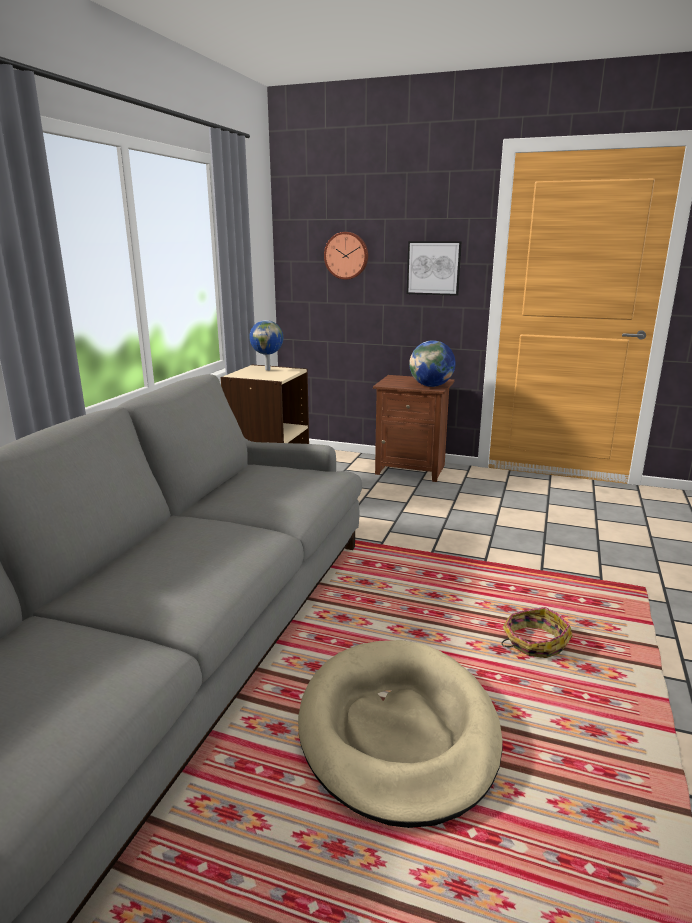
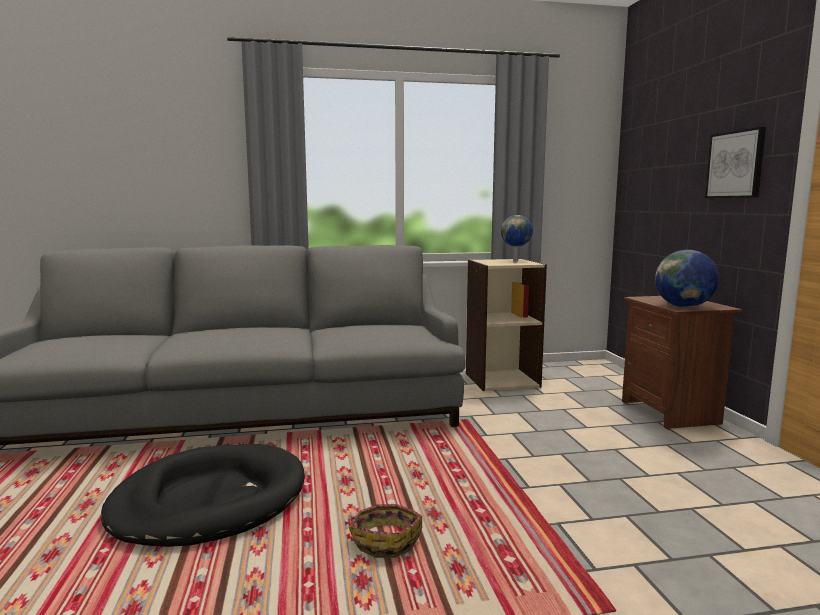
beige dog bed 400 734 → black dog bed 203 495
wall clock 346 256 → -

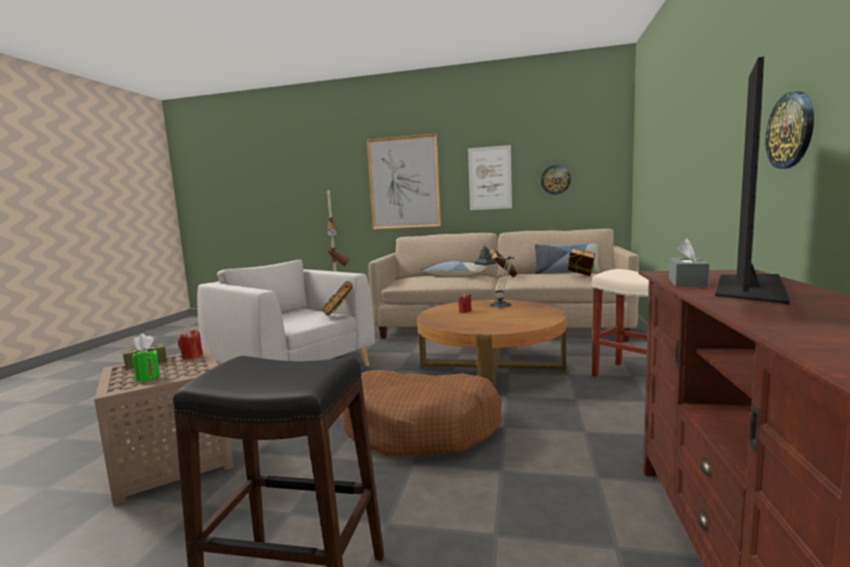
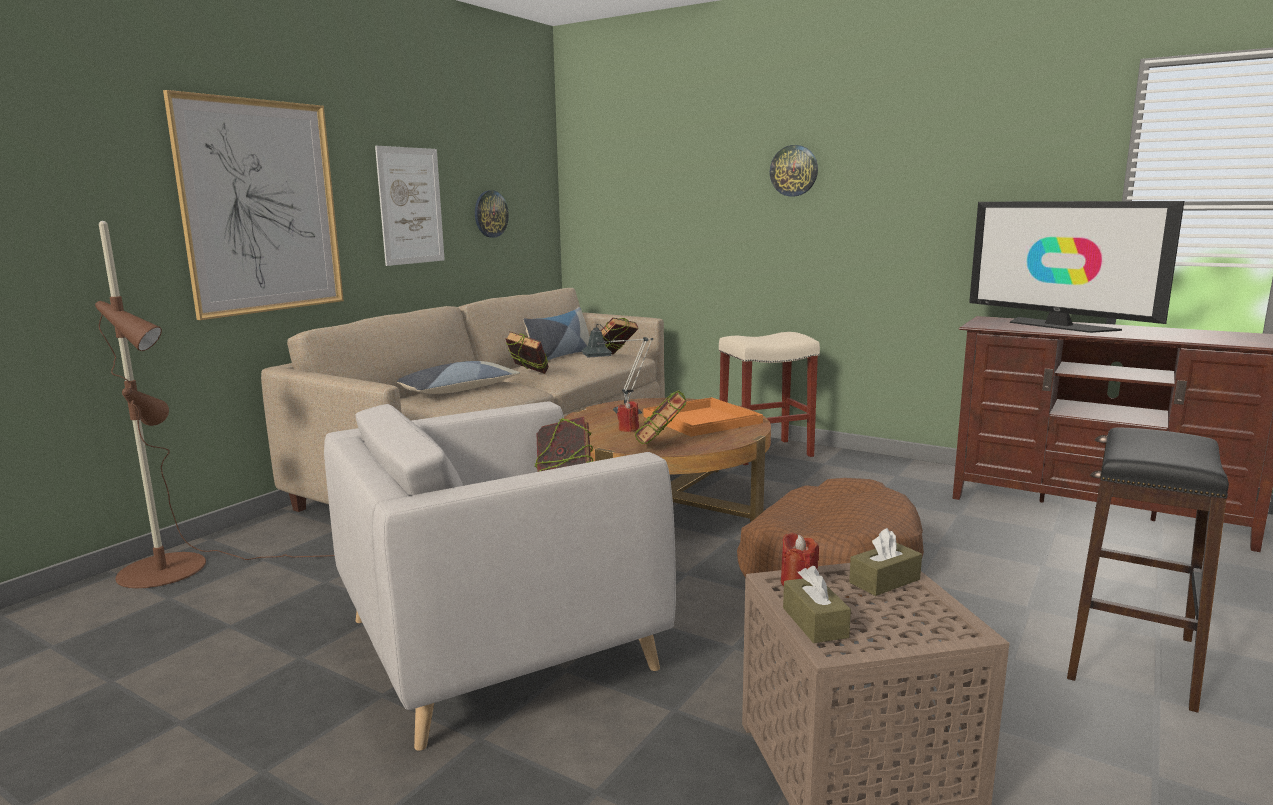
green candle 146 365 → -
grey tissue box 689 263 → -
wall clock 789 130 → wall clock 794 170, relocated
- → book 660 417
- → orange tray 703 417
- → brown tissue box 885 562

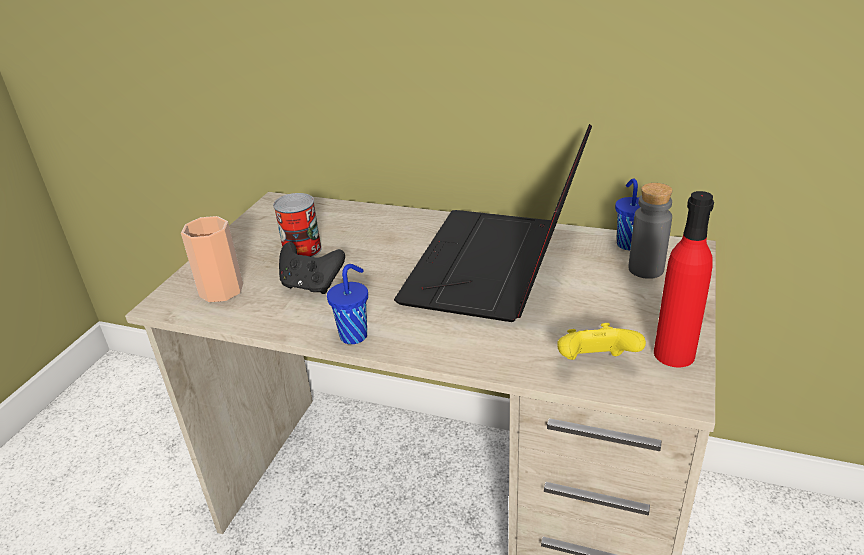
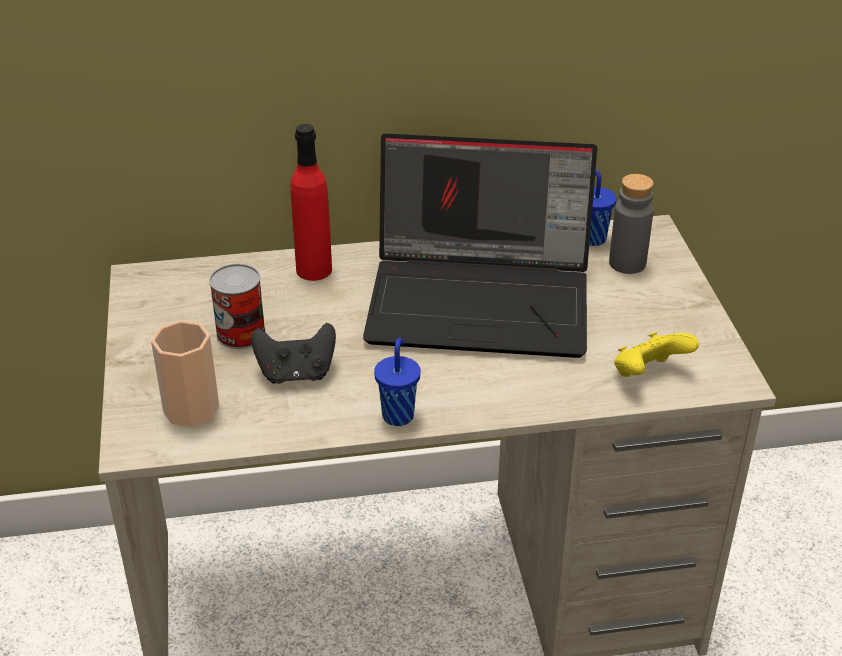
laptop 493 223 → laptop 480 246, 75 degrees counterclockwise
red bottle 684 279 → red bottle 311 202, relocated

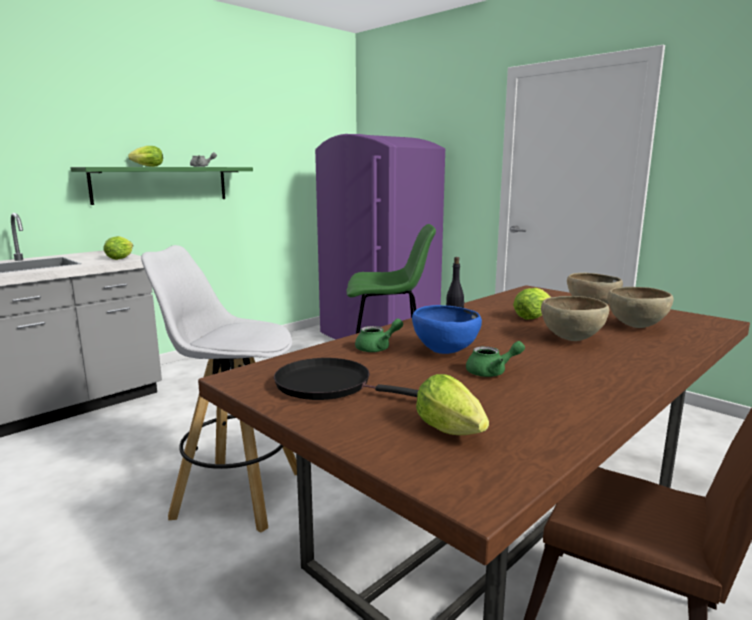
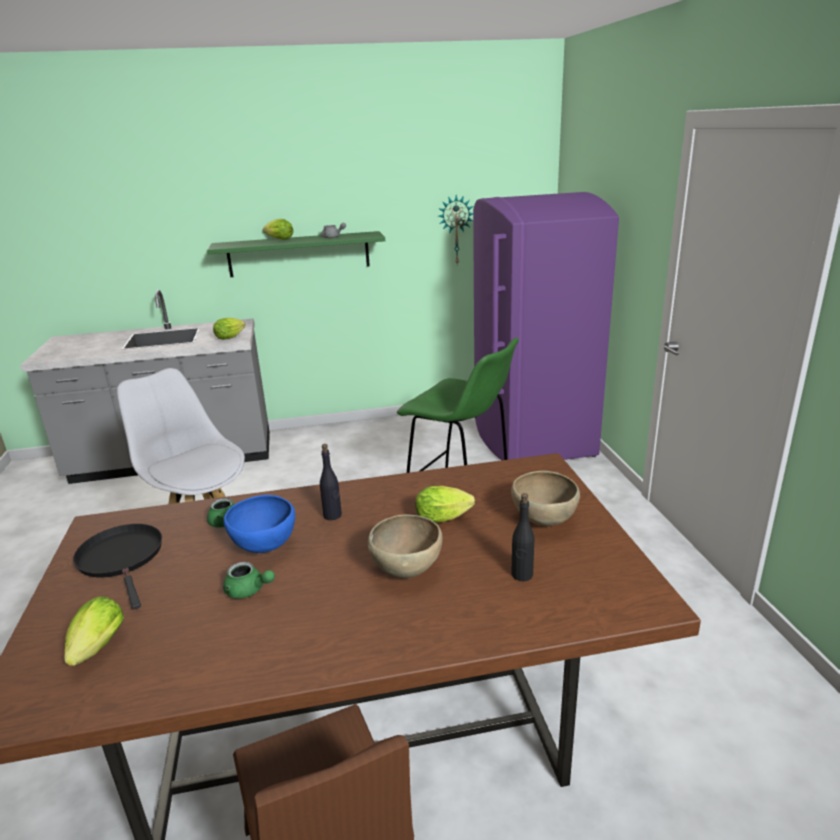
brown bowl 641 307 → black bottle 522 537
- → wall clock 455 229

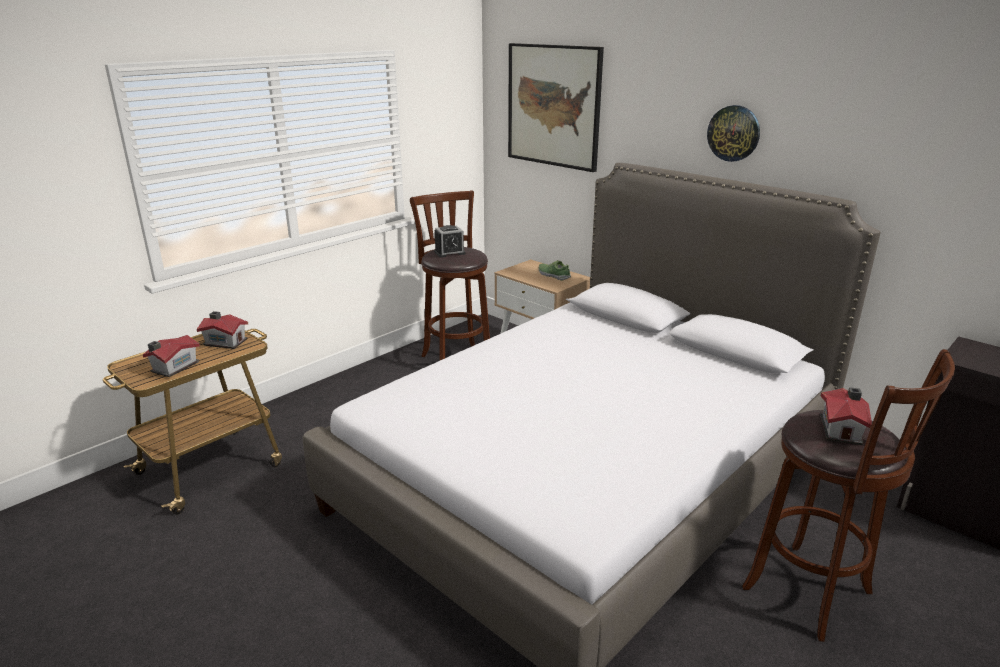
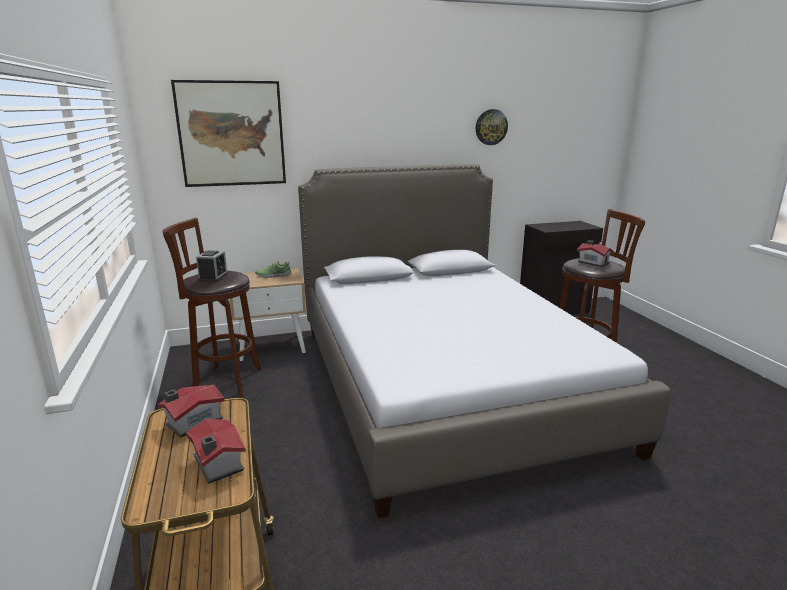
wall clock 733 133 → wall clock 492 127, relocated

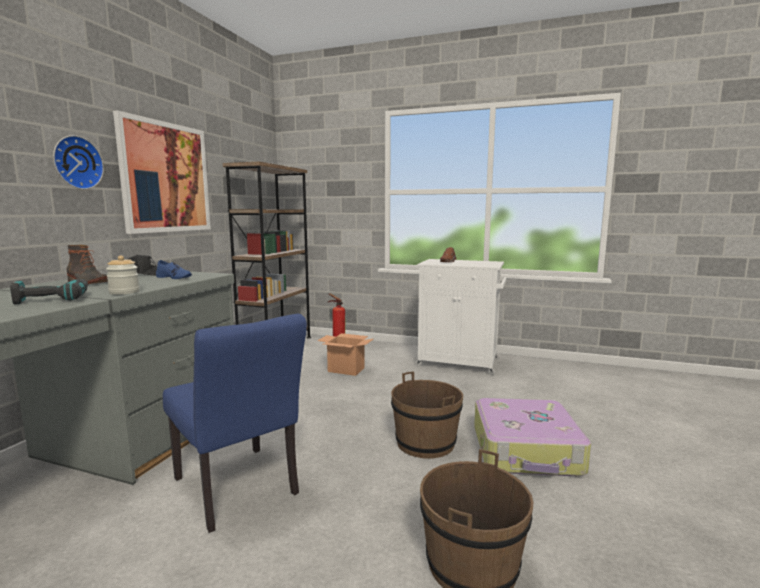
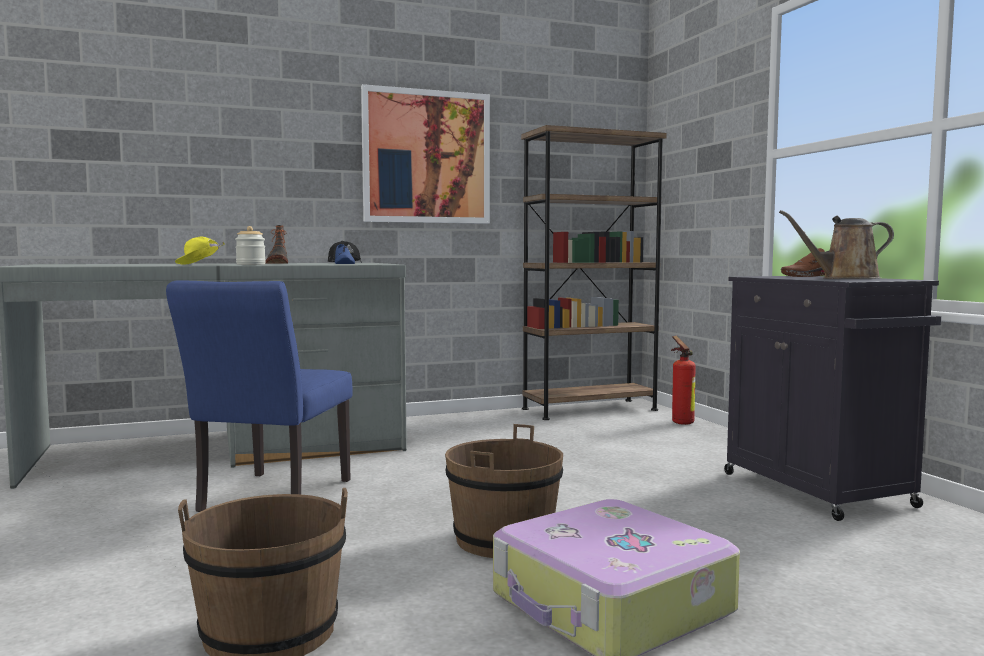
power drill 49 291 → yellow cap 200 251
wall clock 78 162 → -
cardboard box 345 354 → -
white cabinet 461 317 → black cabinet 832 398
- → brown watering can 836 244

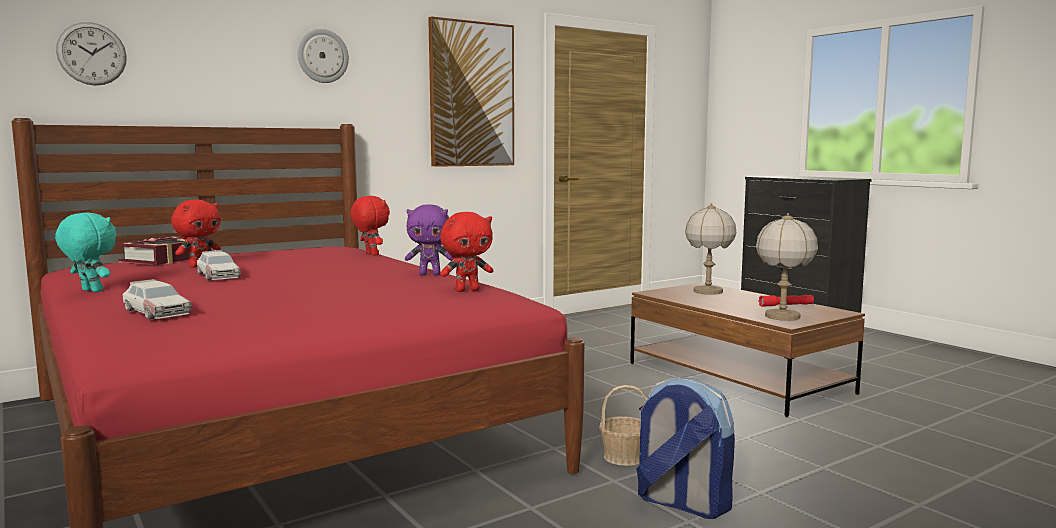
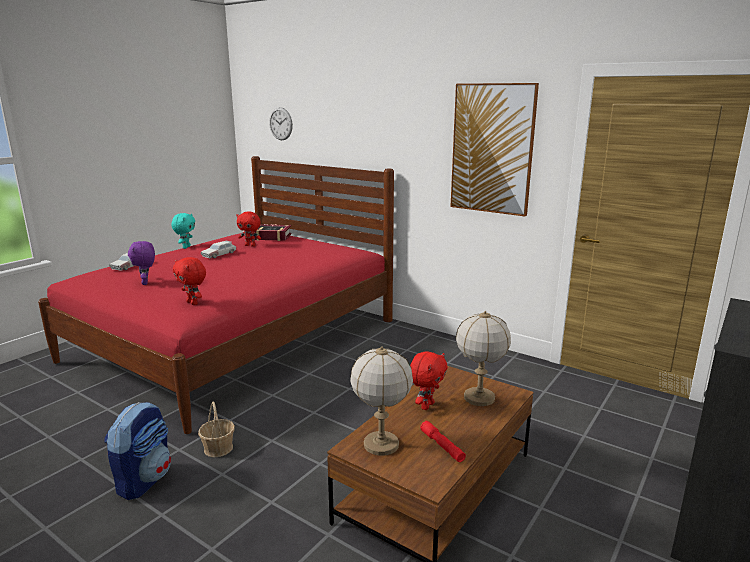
wall clock 323 56 → -
red plush toy 370 226 → red plush toy 429 380, relocated
purple plush toy 429 239 → purple plush toy 141 263, relocated

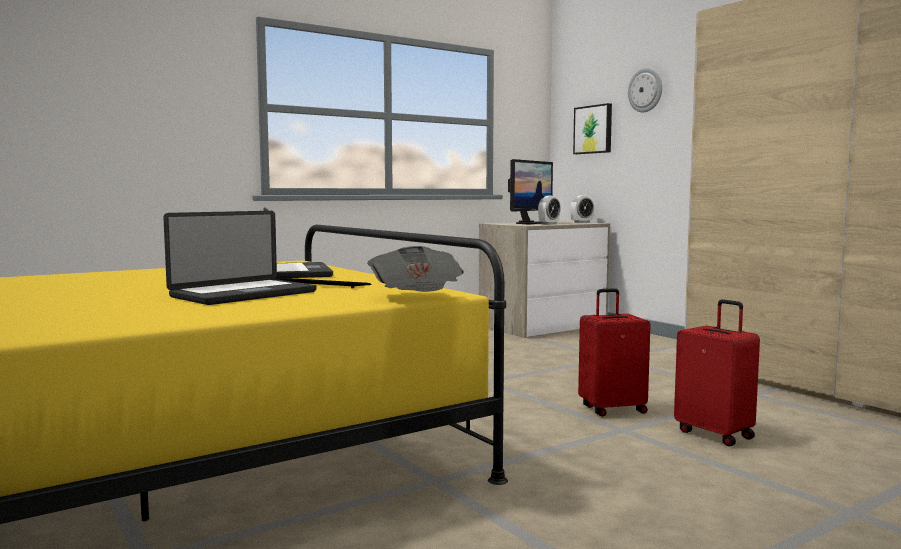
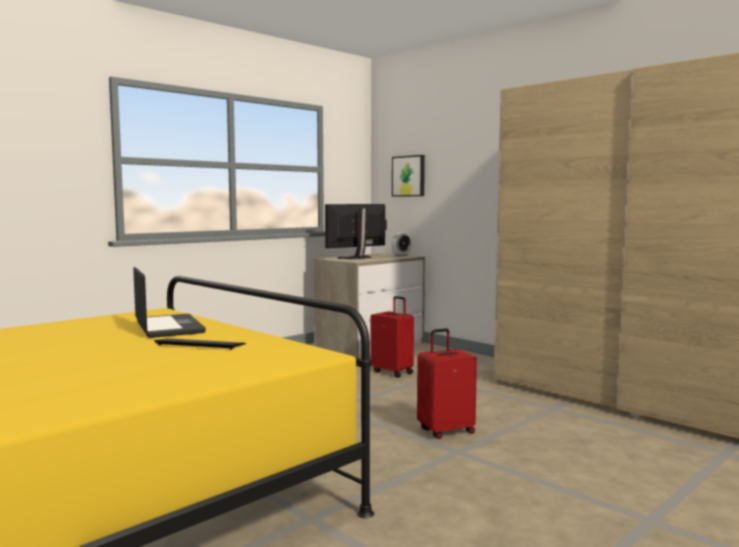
laptop 239 258 → -
newspaper 415 269 → -
monitor 530 191 → monitor 356 231, 150 degrees counterclockwise
alarm clock 549 210 → -
wall clock 645 90 → -
red suitcase 717 372 → red suitcase 392 337, relocated

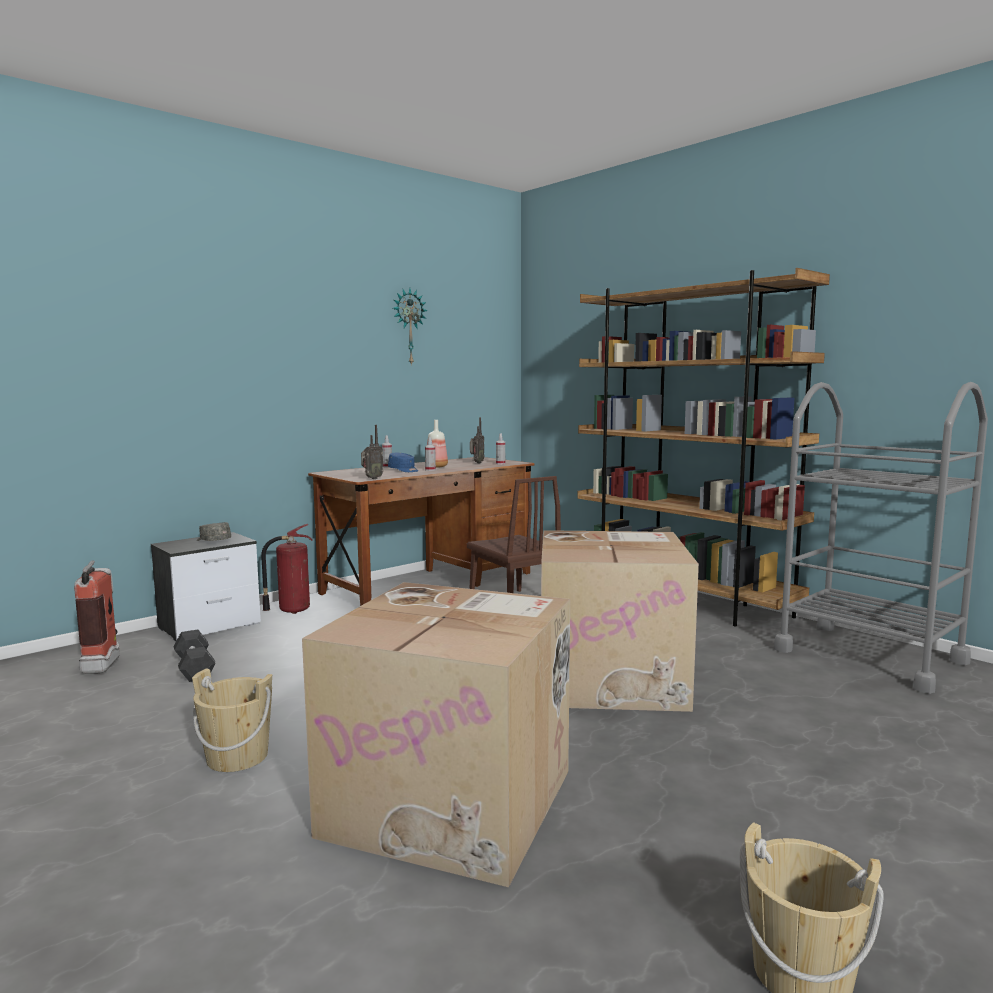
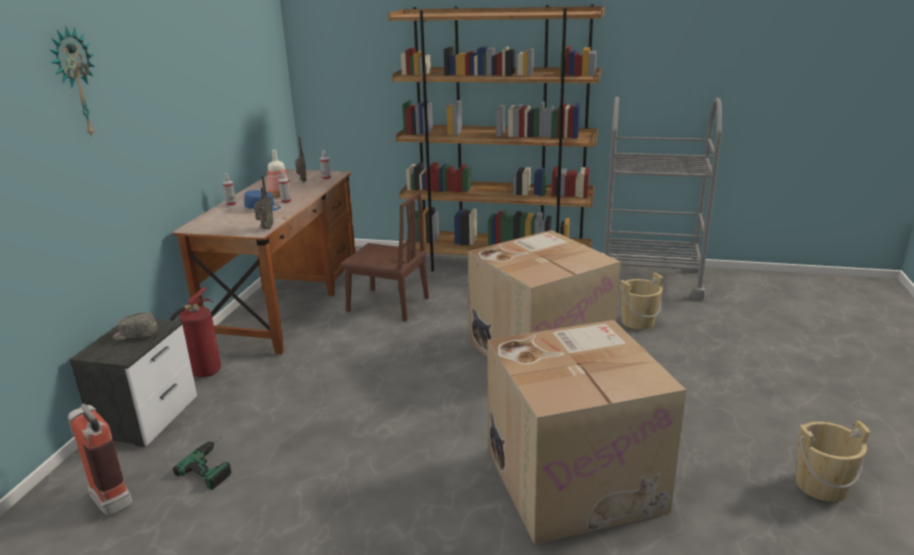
black dumbbell 195 656 → power drill 202 463
beige bucket 232 720 → beige bucket 641 301, relocated
wall clock 410 327 → wall clock 72 82, relocated

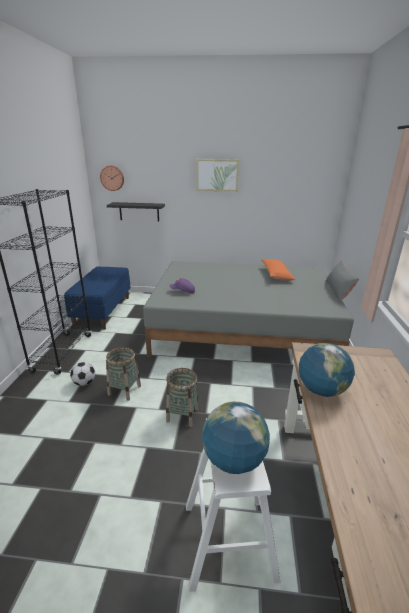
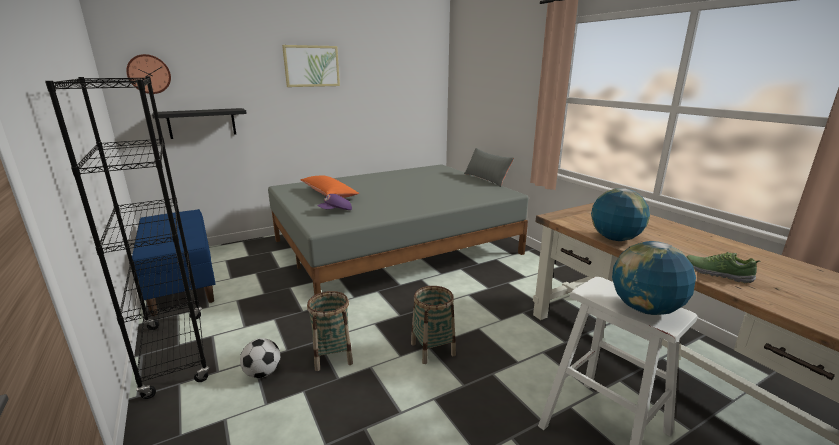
orange pillow 278 270 → orange pillow 329 187, relocated
- → shoe 724 267

